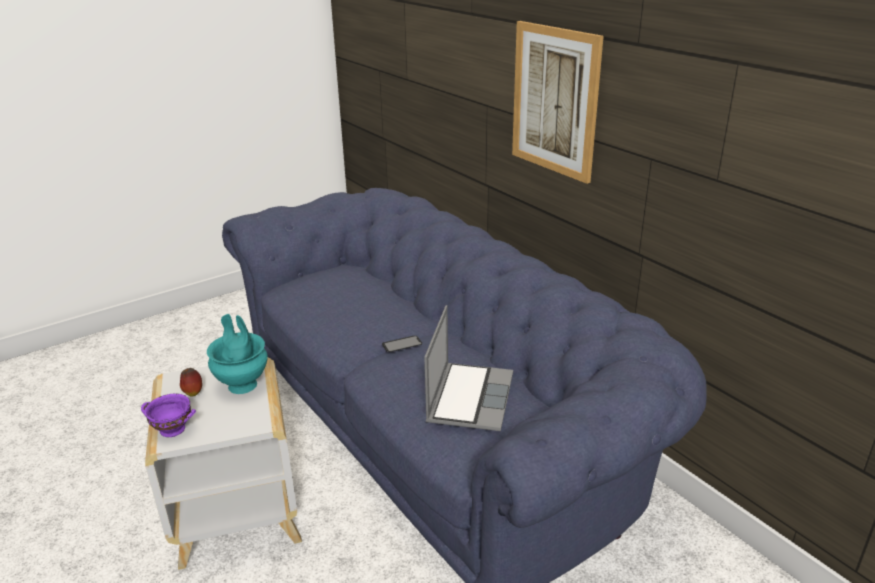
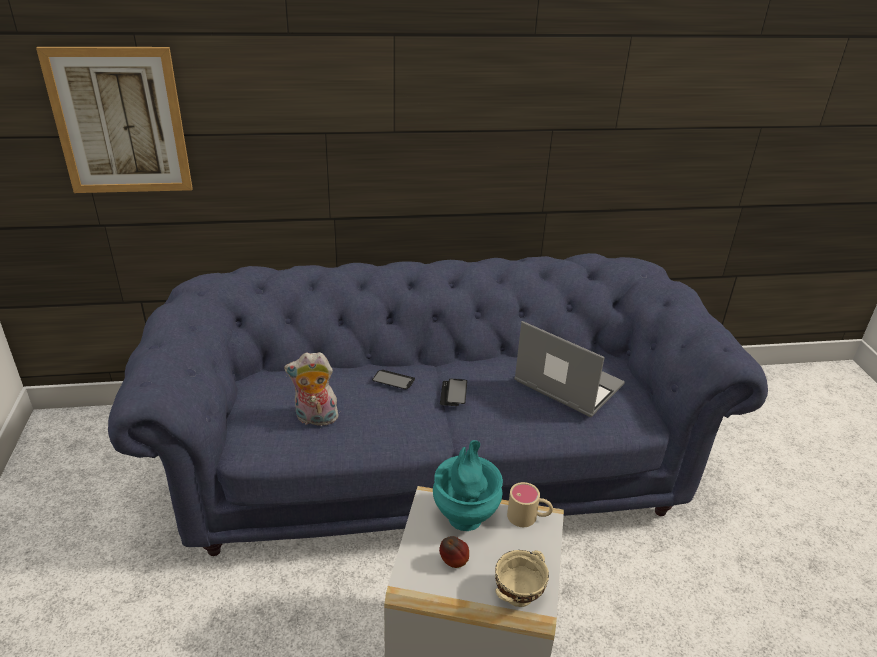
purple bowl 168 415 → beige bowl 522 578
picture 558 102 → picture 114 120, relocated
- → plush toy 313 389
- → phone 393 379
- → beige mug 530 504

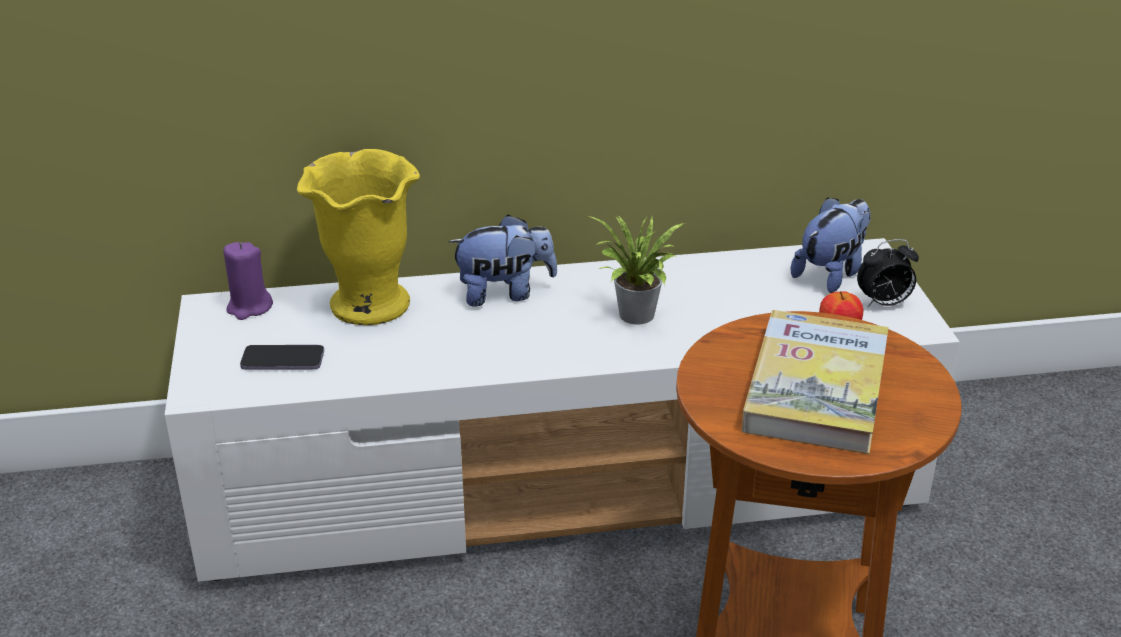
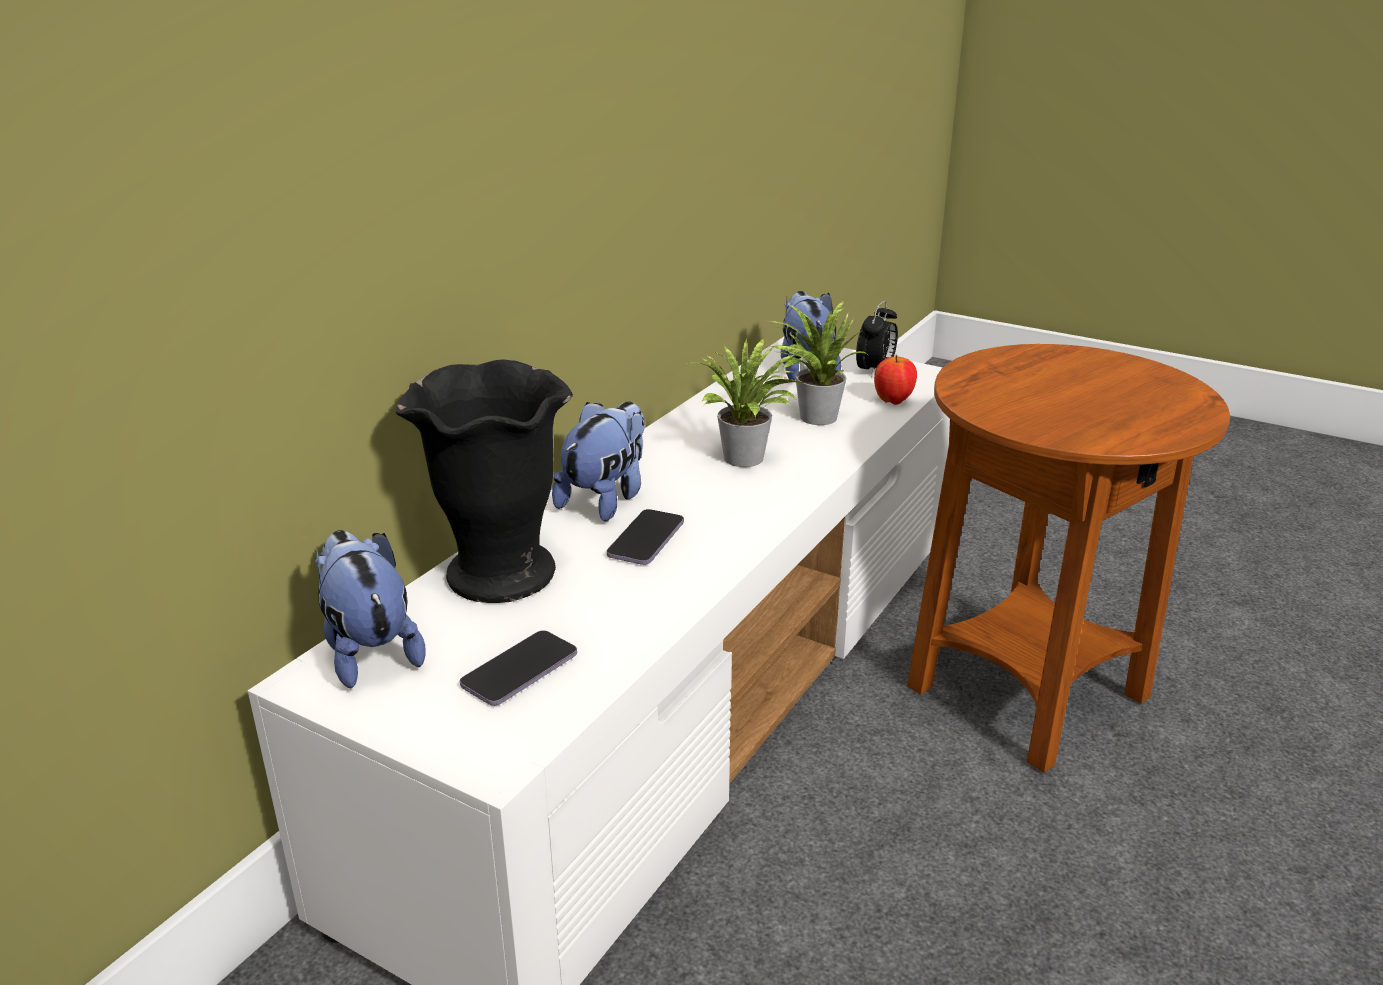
purple candle 248 281 → plush toy 370 609
yellow vase 358 237 → black vase 484 481
book 815 382 → -
- → phone 645 537
- → potted plant 818 363

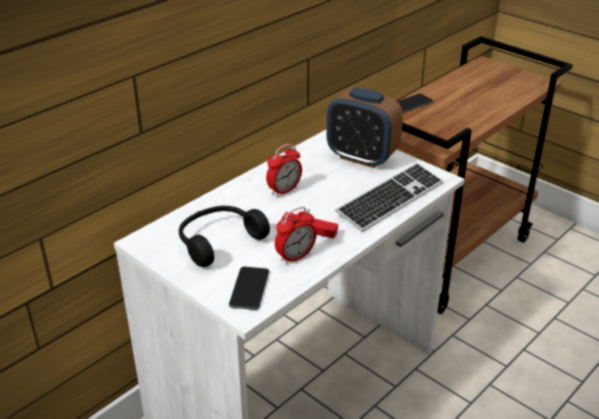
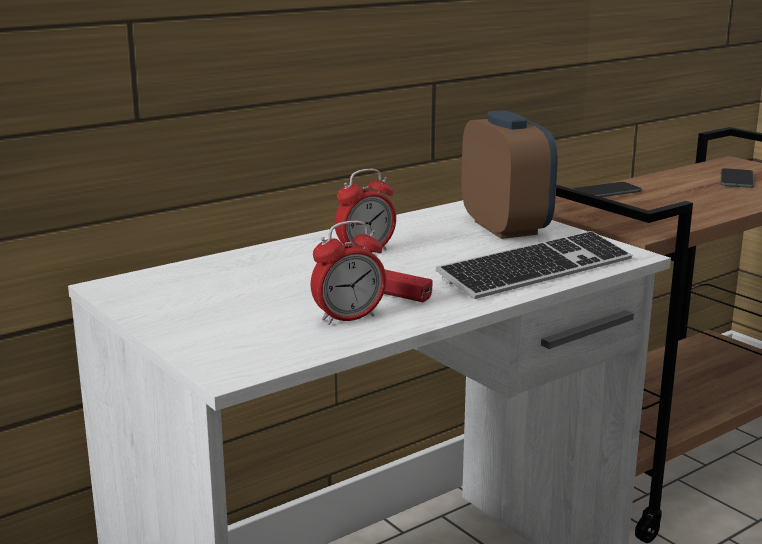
black headphones 224 236 → -
phone 249 288 → phone 737 178, relocated
alarm clock 365 128 → alarm clock 509 174, 150 degrees counterclockwise

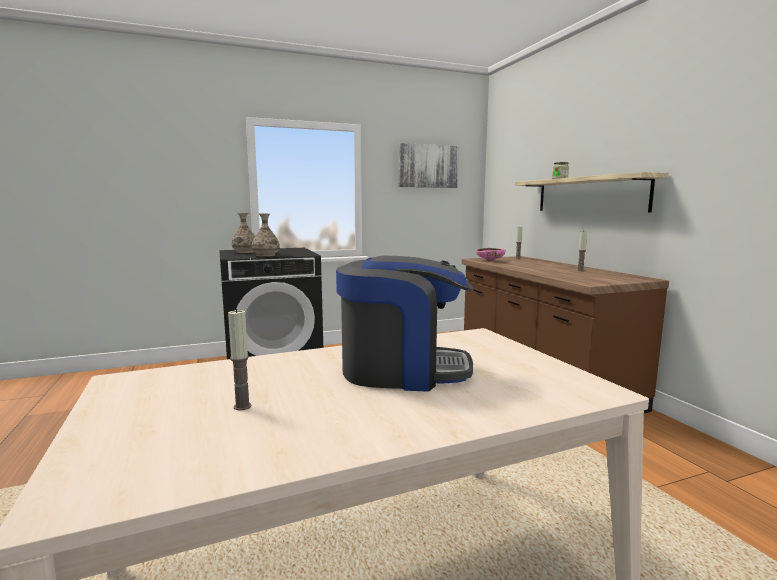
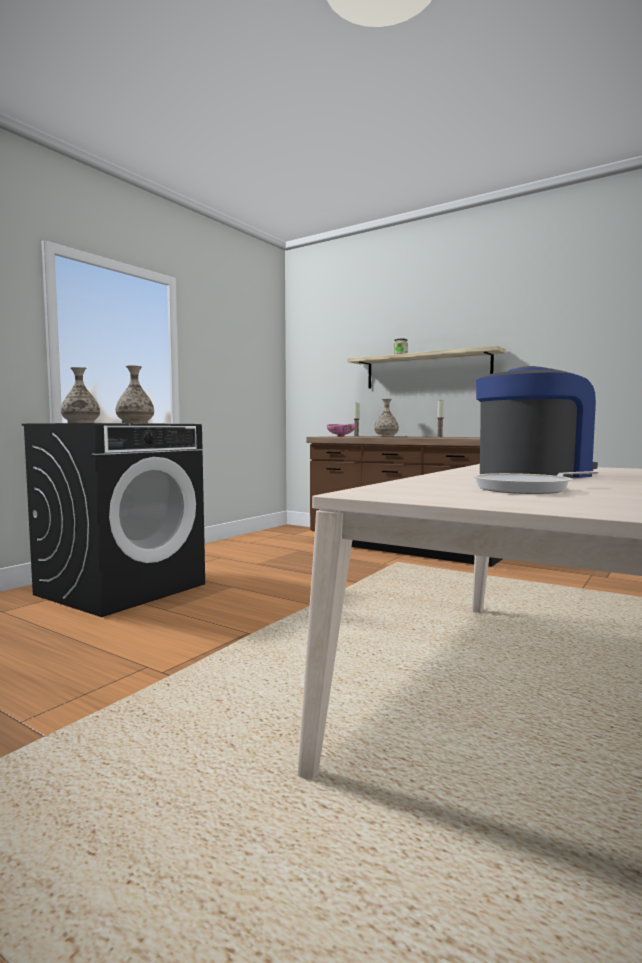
candle 240 360 → frying pan 535 482
picture 429 165 → -
- → vase 386 418

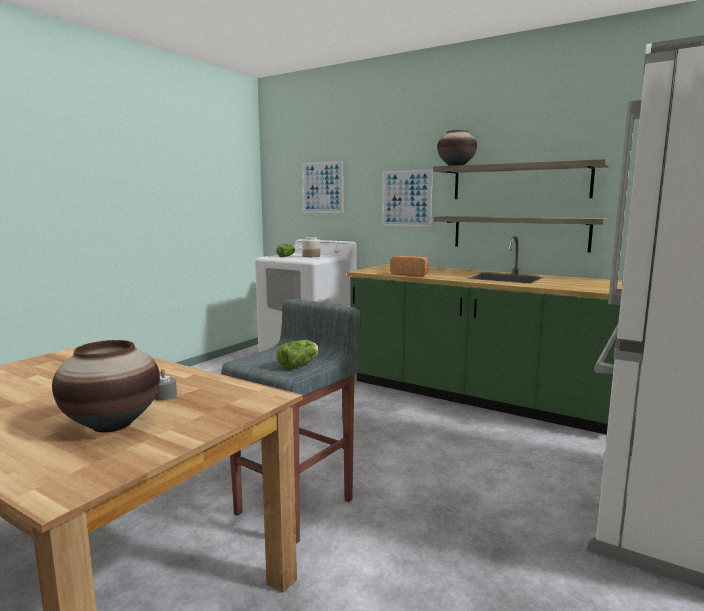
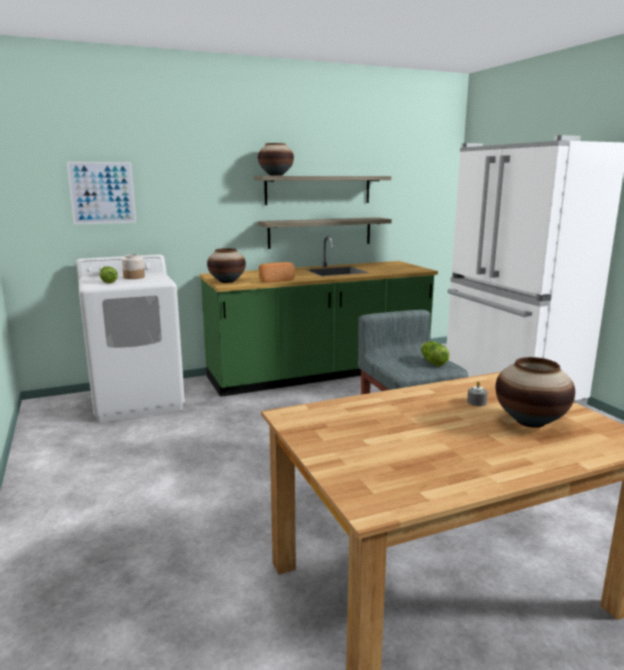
picture 407 198 → -
- → vase 226 265

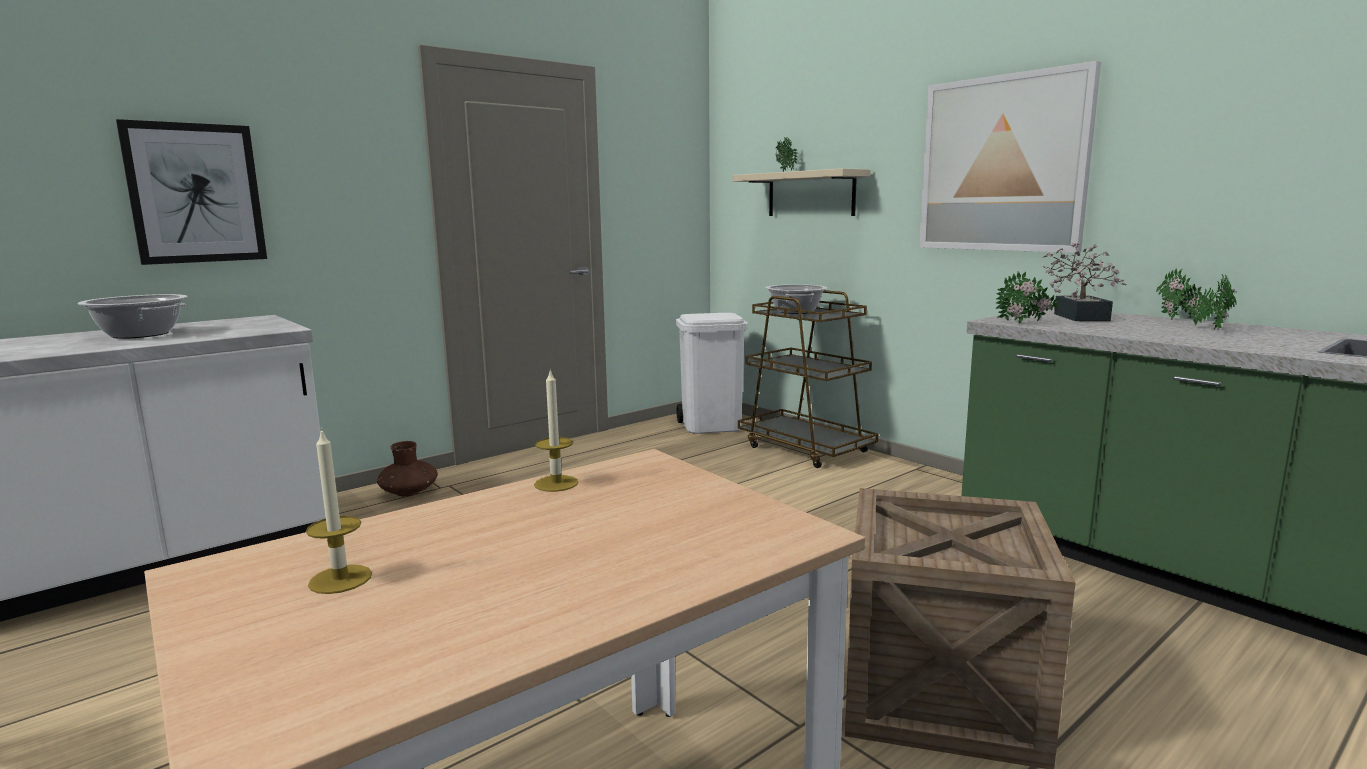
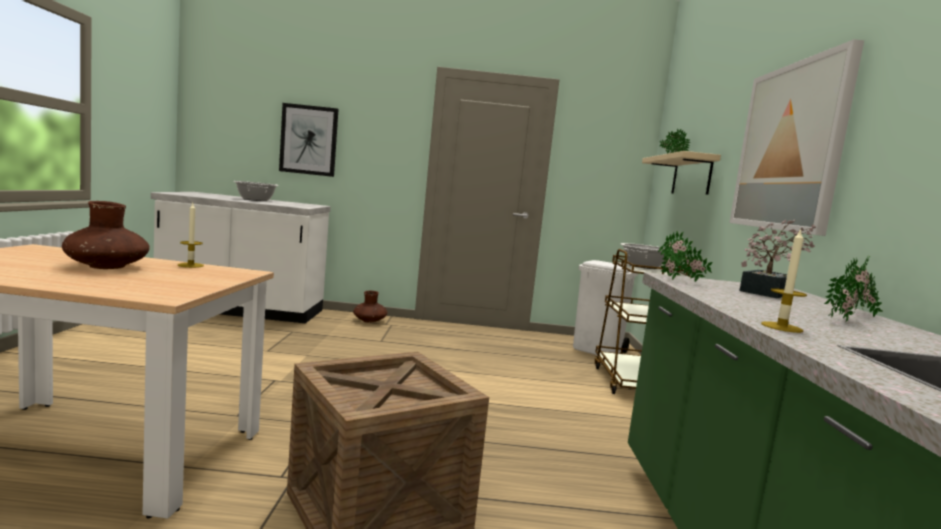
candle 339 511 → candle 784 280, relocated
- → brown vase 106 235

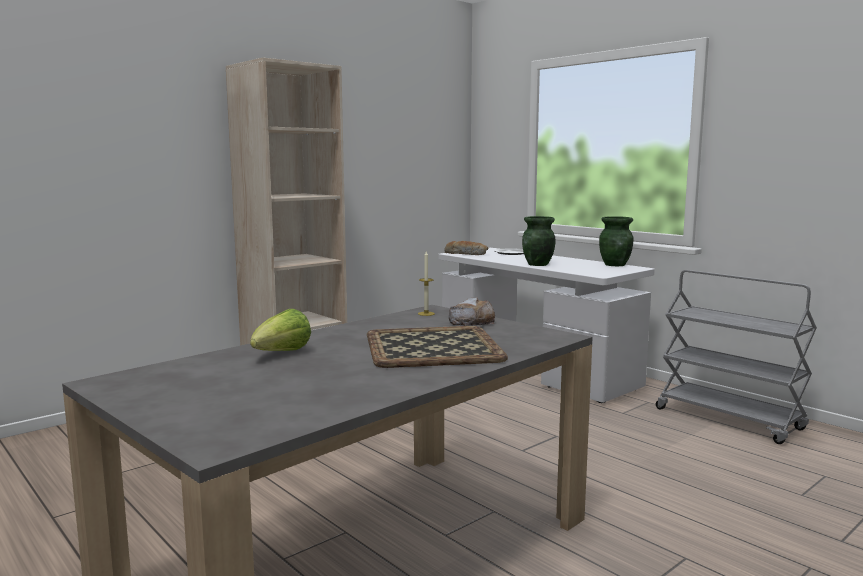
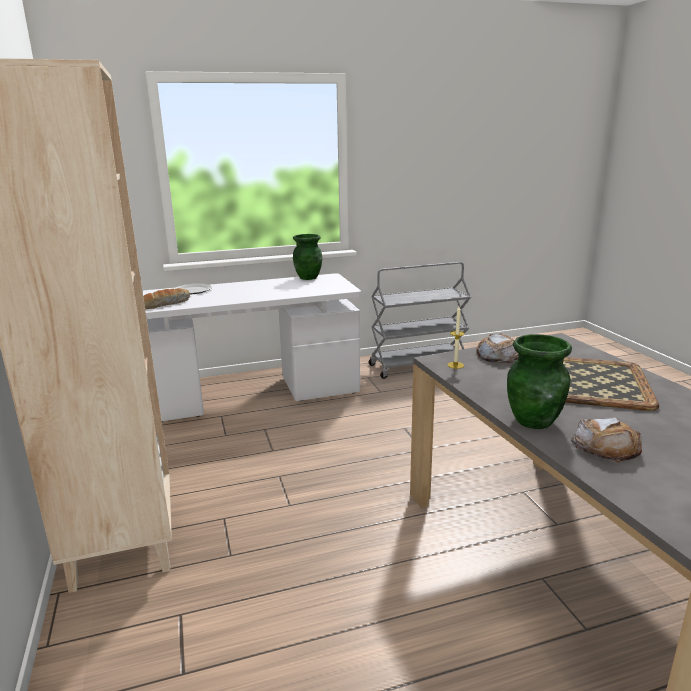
lettuce 280 330 → bread 606 440
green vase 538 241 → green vase 539 381, relocated

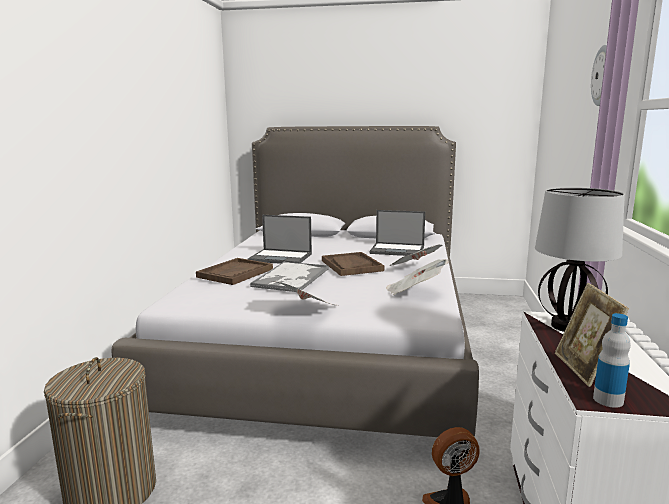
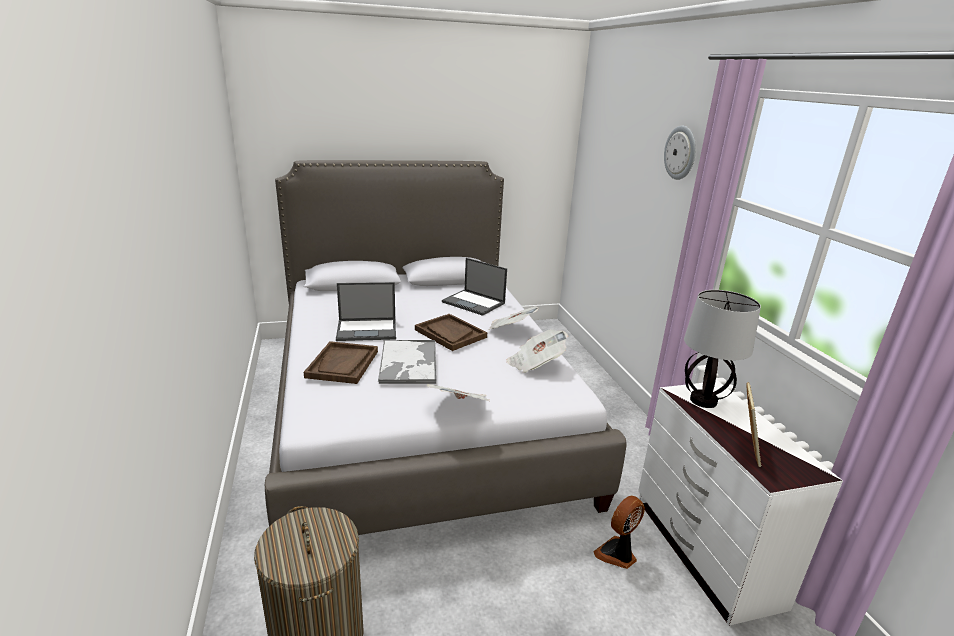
laptop 397 233 → laptop 474 287, 45 degrees clockwise
picture frame 592 335 → picture frame 754 424, 135 degrees counterclockwise
bottle 612 360 → -

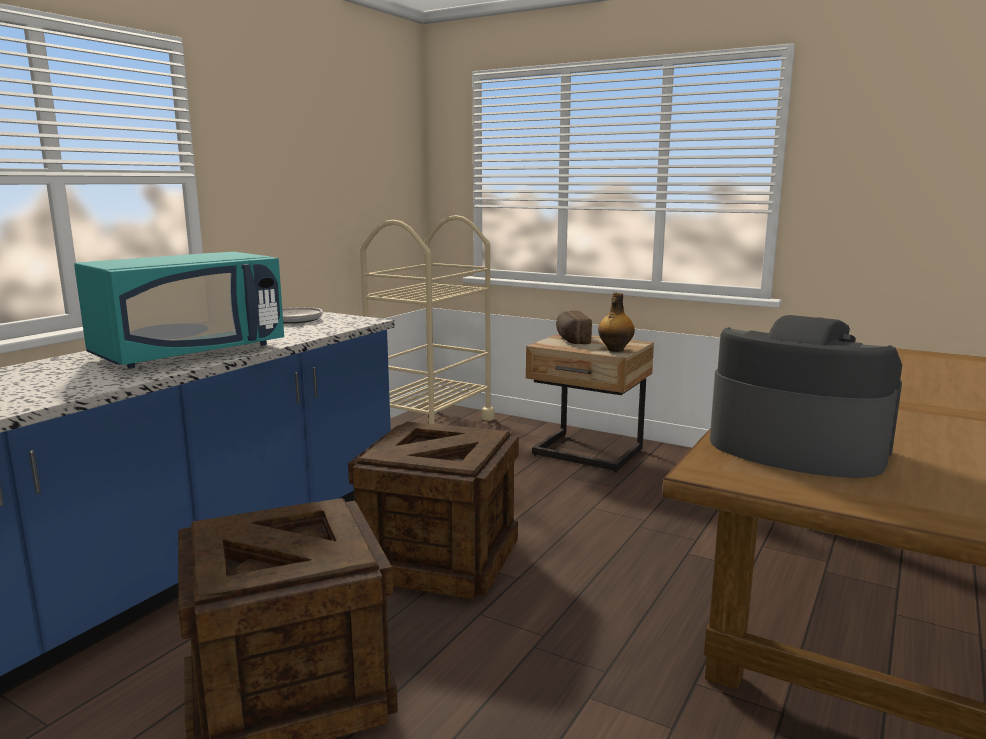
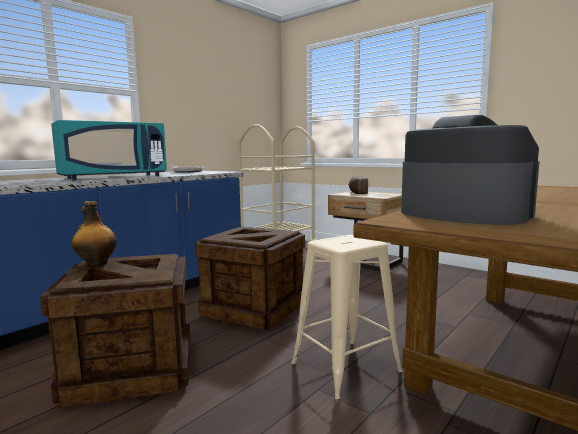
bottle 616 322 → bottle 94 233, relocated
- → beige stool 347 317

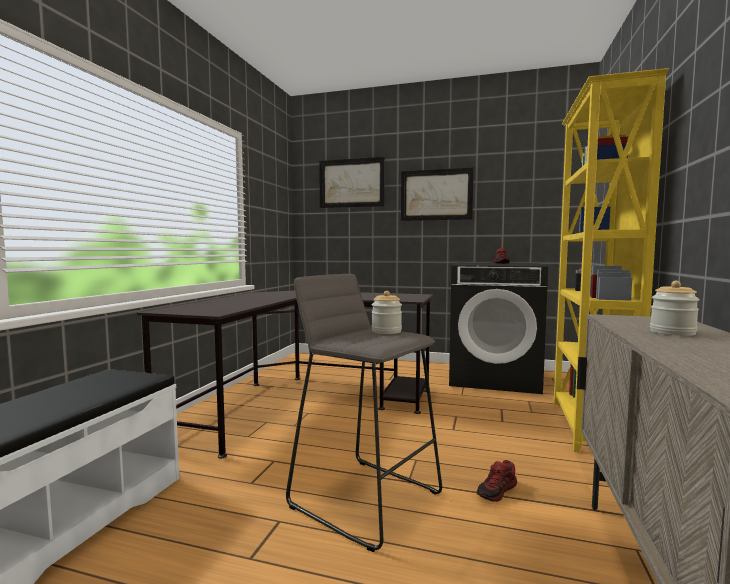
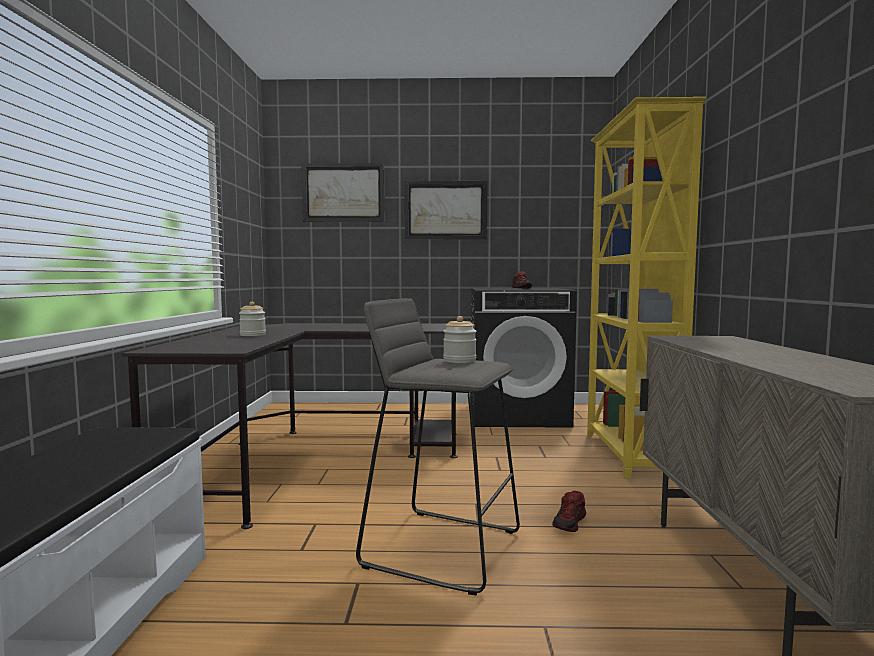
jar 675 308 → jar 252 319, relocated

